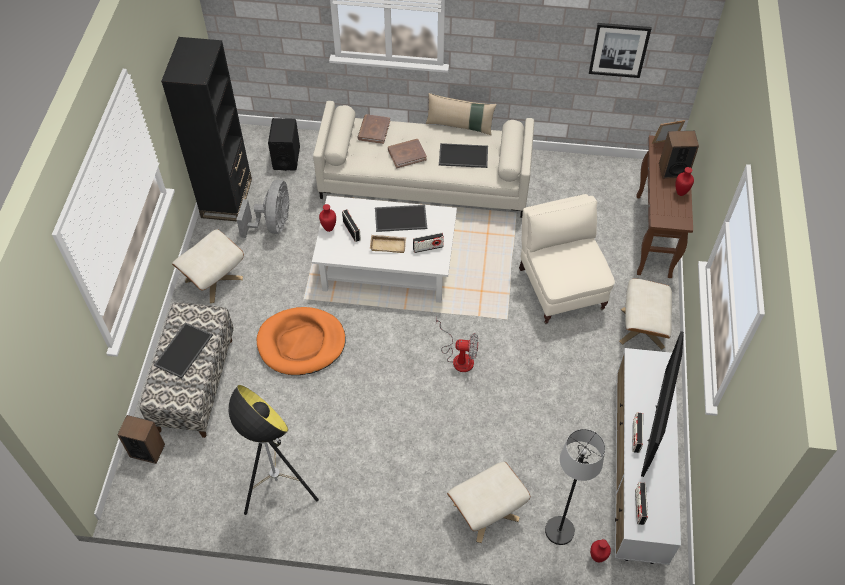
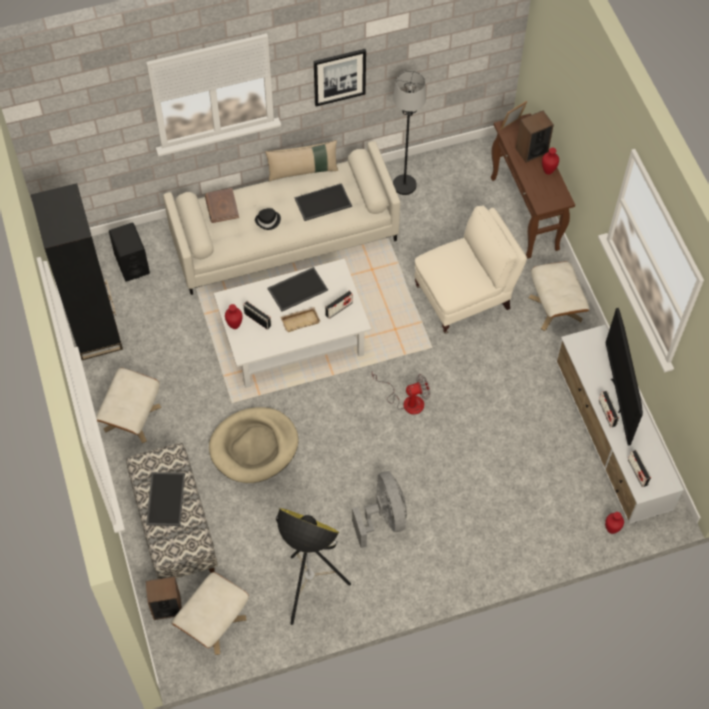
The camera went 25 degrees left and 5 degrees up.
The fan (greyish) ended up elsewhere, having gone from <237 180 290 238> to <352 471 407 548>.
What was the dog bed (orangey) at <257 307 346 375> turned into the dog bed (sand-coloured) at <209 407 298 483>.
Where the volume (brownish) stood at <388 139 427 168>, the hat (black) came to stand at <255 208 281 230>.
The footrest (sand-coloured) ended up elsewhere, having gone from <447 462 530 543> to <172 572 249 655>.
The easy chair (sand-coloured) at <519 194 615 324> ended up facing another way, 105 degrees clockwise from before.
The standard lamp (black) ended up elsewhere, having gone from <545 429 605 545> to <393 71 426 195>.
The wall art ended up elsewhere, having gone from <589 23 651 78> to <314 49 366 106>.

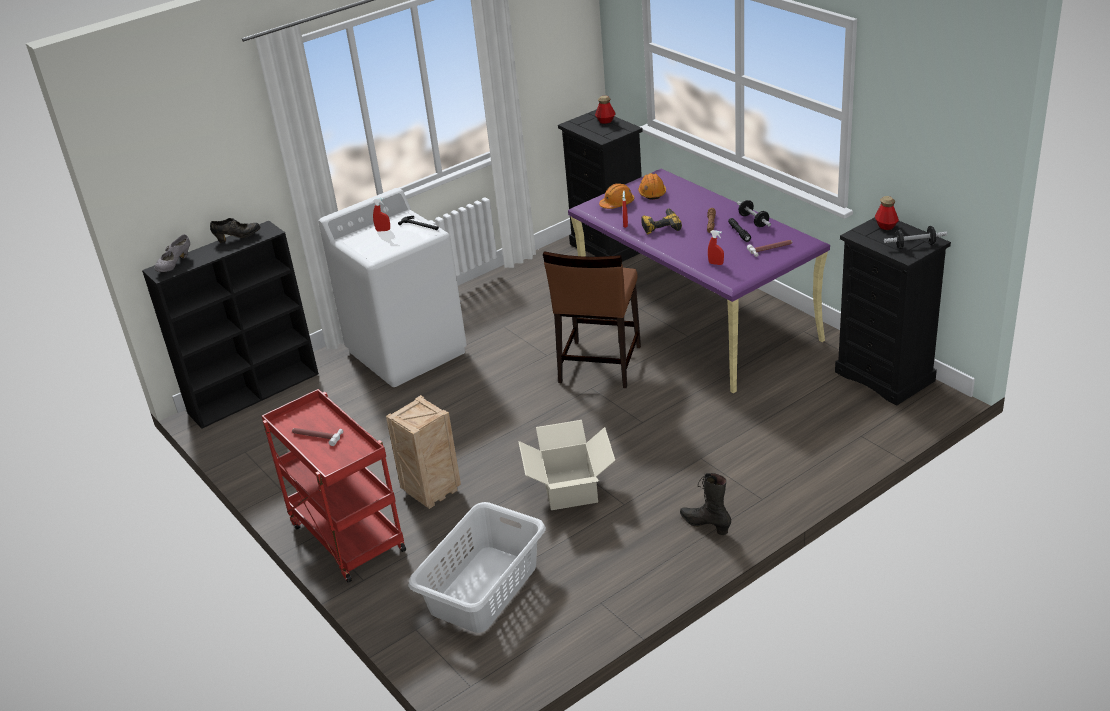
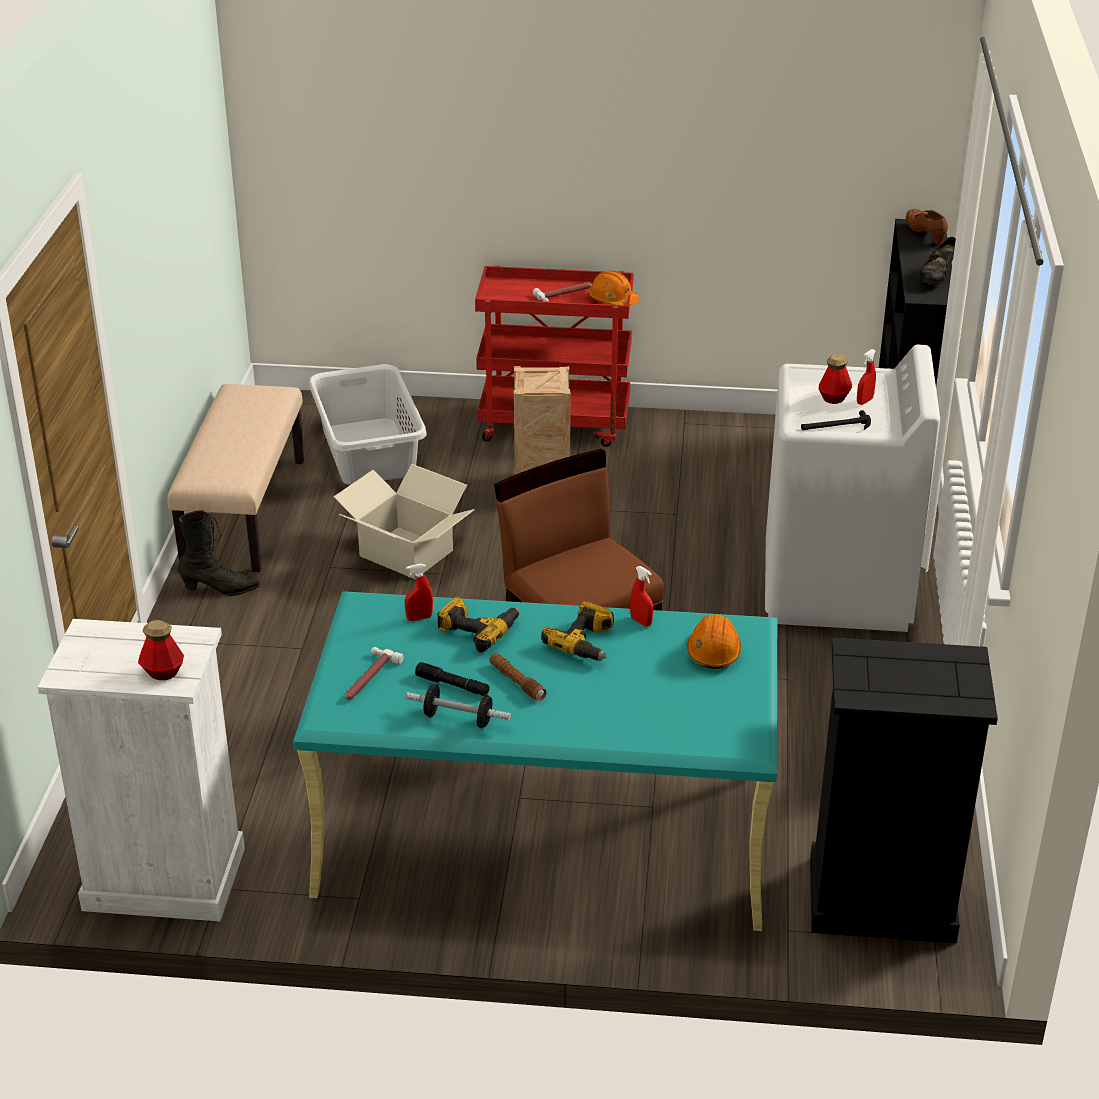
The camera went 130 degrees right and 0 degrees up.
What was the item of footwear (greyish) at <154 234 190 272> turned into the item of footwear (brownish) at <906 209 948 245>.
What was the desk table (purple-coloured) at <568 169 830 393> turned into the desk table (turquoise-coloured) at <293 592 777 931>.
The drink bottle ended up elsewhere, having gone from <595 96 616 124> to <819 354 852 404>.
The hard hat (orangey) ended up elsewhere, having gone from <638 173 666 200> to <588 270 639 306>.
What was the chest of drawers (black) at <835 217 951 406> turned into the chest of drawers (white) at <37 619 245 921>.
The second view lost the hand weight at <884 226 947 249>.
The second view gained the long seat (sand-coloured) at <167 384 304 572>.
The second view gained the electric drill at <437 597 520 652>.

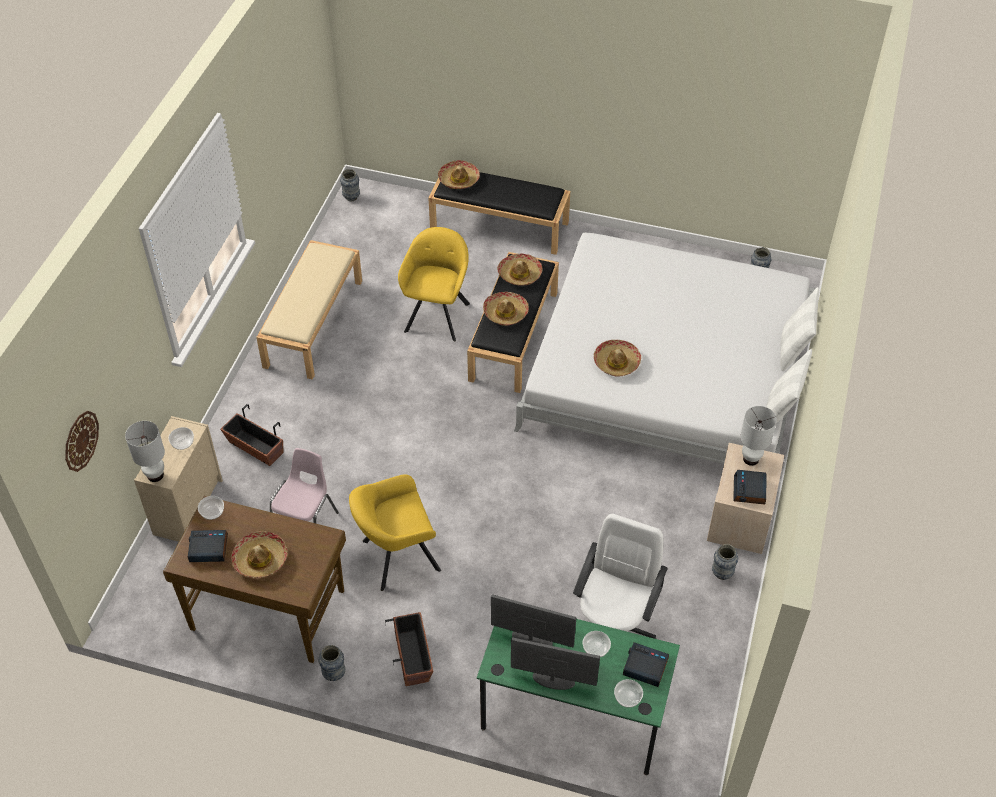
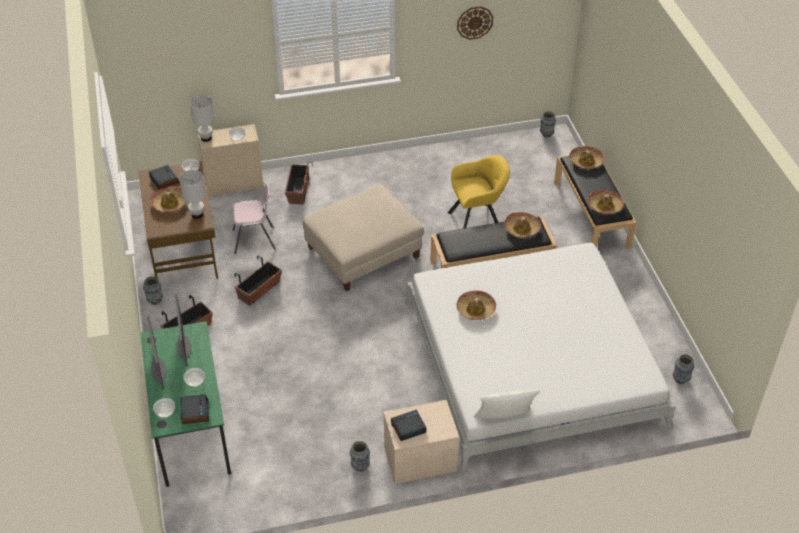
The camera went 60 degrees right and 5 degrees down.
The clock on the wall ended up elsewhere, having gone from <65 411 99 472> to <457 6 493 40>.
The second view lost the long seat (sand-coloured) at <256 240 362 380>.
Where the easy chair (yellow) stood at <349 474 441 591>, the planter came to stand at <234 255 282 305>.
The hat ended up elsewhere, having gone from <483 292 529 326> to <588 189 624 214>.
The second view lost the desk chair (white) at <573 514 668 639>.
The tabletop lamp (white) ended up elsewhere, having gone from <740 406 777 466> to <179 170 206 219>.
The second view lost the pillow (white) at <780 287 819 371>.
The second view gained the footrest (sand-coloured) at <303 185 424 291>.

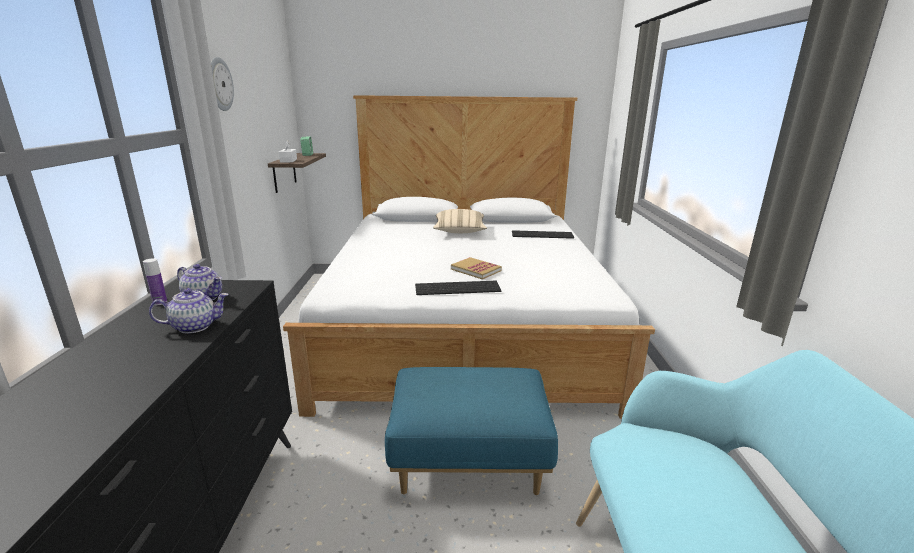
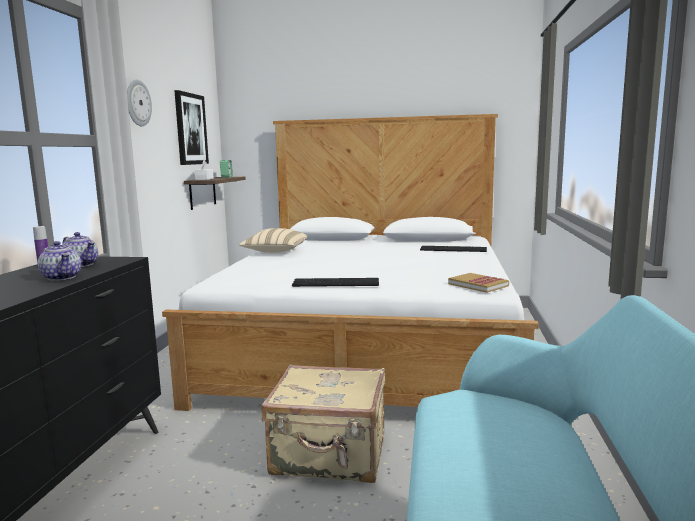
The camera went 10 degrees right and 10 degrees down.
The pot for tea at <149 288 228 333> ended up facing another way, 60 degrees clockwise from before.
Where the footrest (bluish) stood at <385 367 558 495>, the travel case (sand-coloured) came to stand at <262 364 385 483>.
The pillow (sand-coloured) ended up elsewhere, having gone from <433 209 487 233> to <239 228 308 253>.
The volume ended up elsewhere, having gone from <451 257 502 279> to <448 273 509 293>.
The second view gained the wall art at <174 90 209 165>.

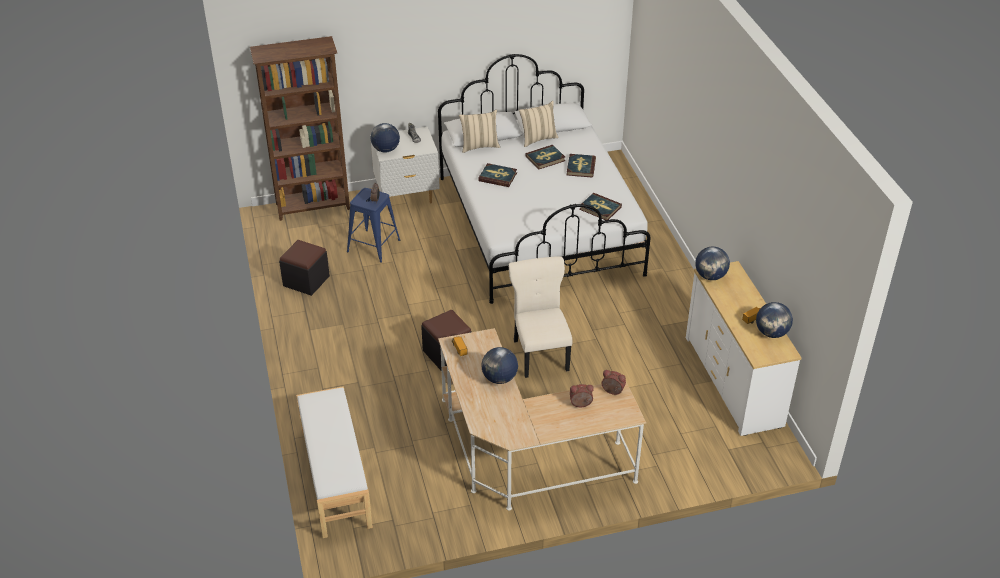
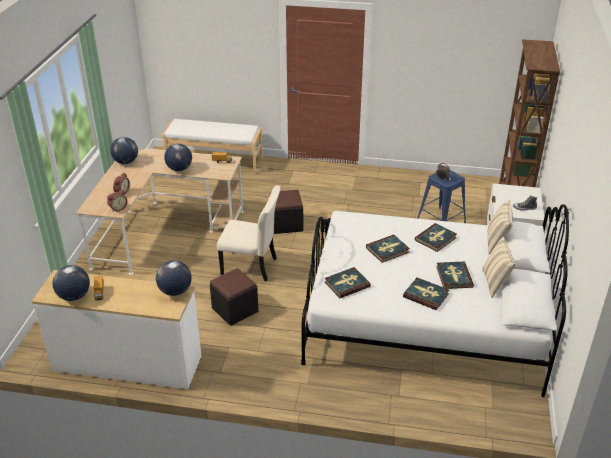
The camera went 115 degrees right and 5 degrees down.
The footrest (black) ended up elsewhere, having gone from <279 240 330 296> to <210 268 258 326>.
The globe ended up elsewhere, having gone from <371 123 400 153> to <110 137 138 164>.
The second view gained the volume at <366 235 410 263>.

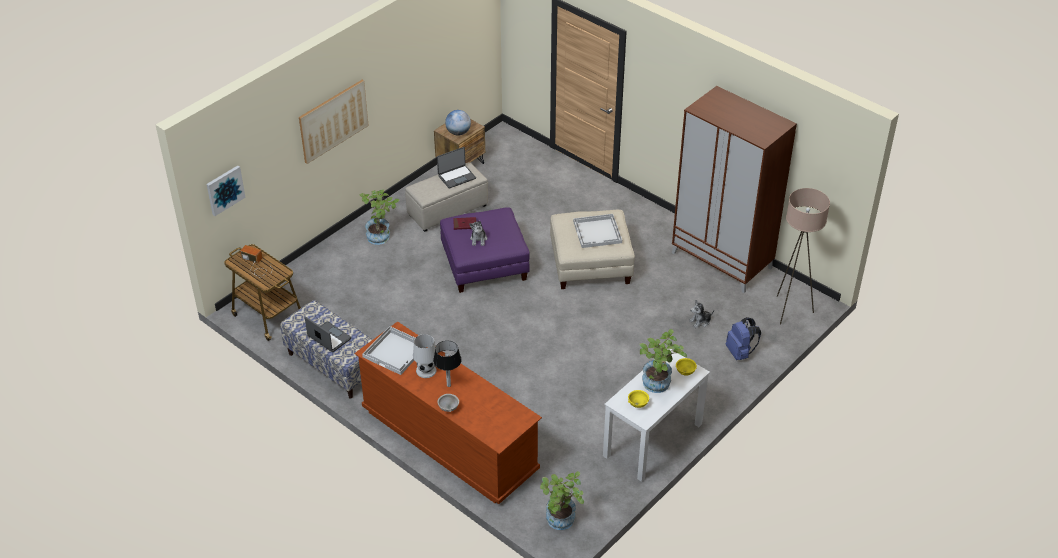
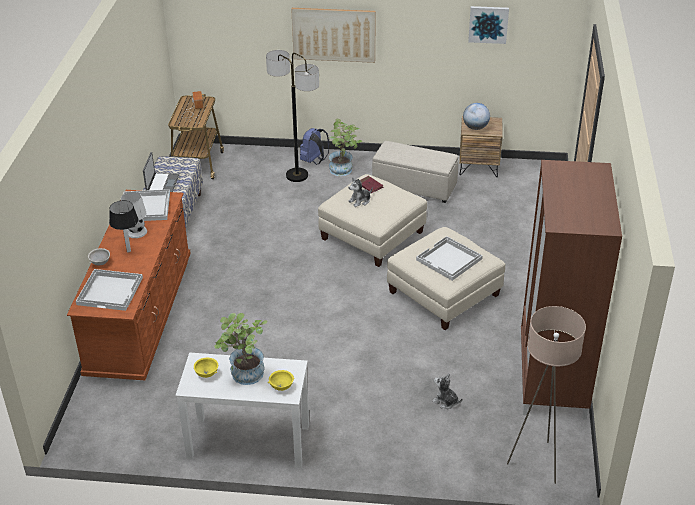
The camera went 55 degrees right and 5 degrees down.
The wall art ended up elsewhere, having gone from <207 166 246 216> to <468 6 509 44>.
The second view lost the notebook computer at <437 147 476 189>.
What was the footrest (purple-coloured) at <440 207 530 293> turned into the footrest (sand-coloured) at <318 174 427 267>.
The second view lost the plant in a pot at <540 471 584 530>.
The knapsack (bluish) ended up elsewhere, having gone from <726 317 761 360> to <300 128 329 165>.
The second view gained the tray (white) at <76 269 143 311>.
The second view gained the standard lamp at <266 50 319 182>.

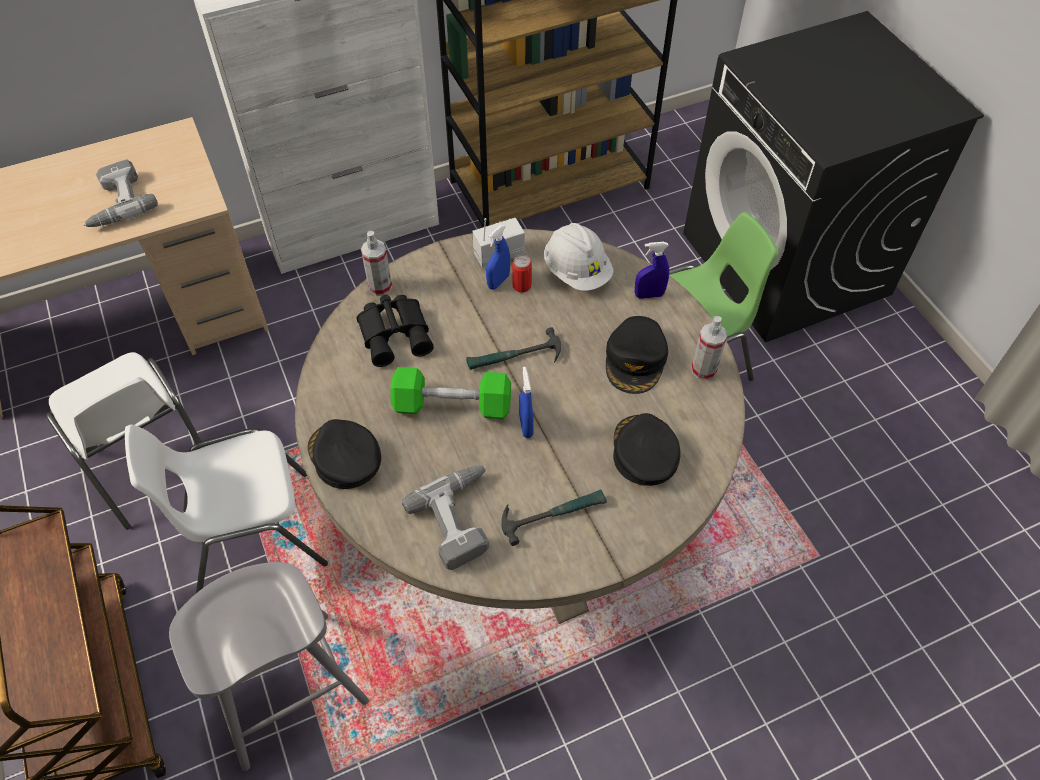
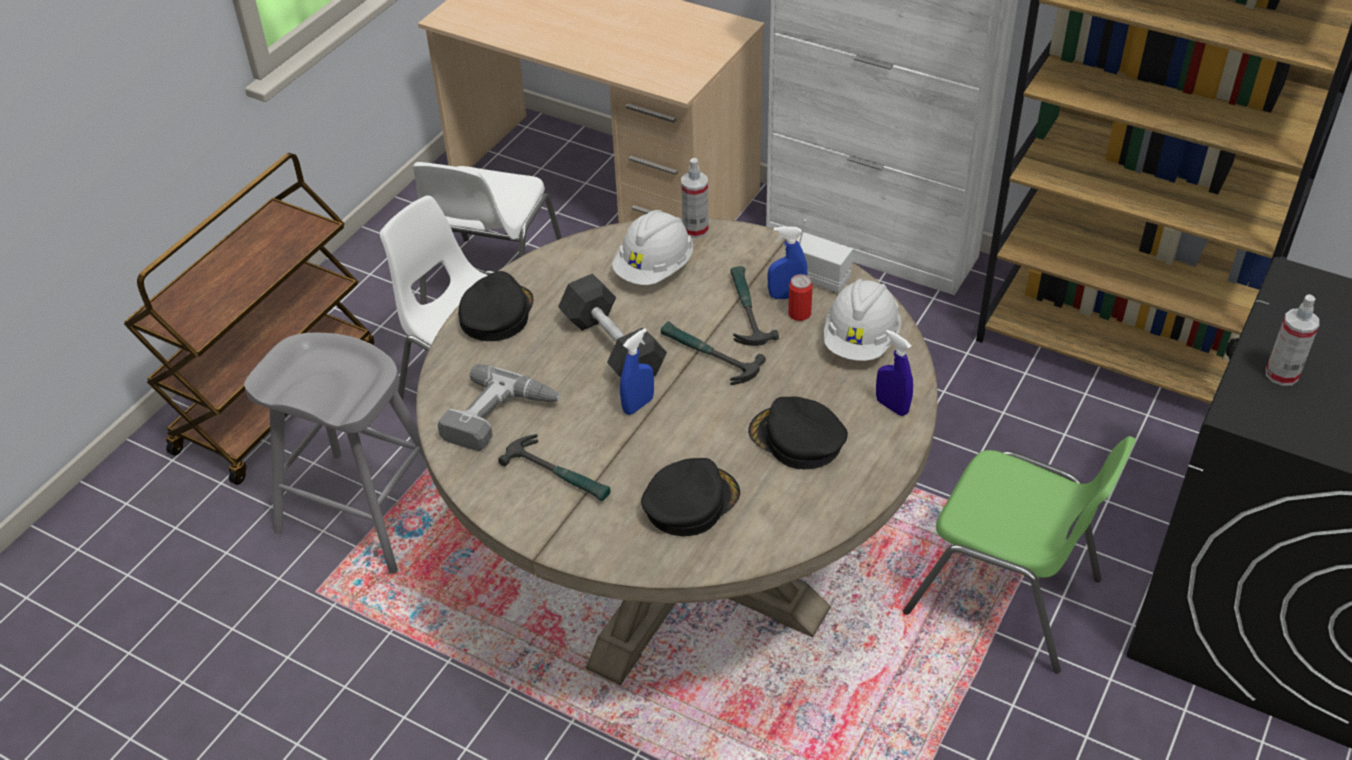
The camera went 55 degrees right and 10 degrees down.
The second view lost the electric drill at <84 159 158 227>.
Where the pair of binoculars (black) stood at <357 295 434 367>, the hard hat (white) came to stand at <612 210 693 285>.
What was the hand weight (green) at <390 367 511 419> turned into the hand weight (black) at <558 273 667 377>.
The peaked cap (black) at <606 316 668 394> ended up facing another way, 60 degrees clockwise from before.
The hand sprayer ended up elsewhere, having gone from <691 316 727 380> to <1266 294 1319 386>.
The second view gained the hand hammer at <730 266 779 346>.

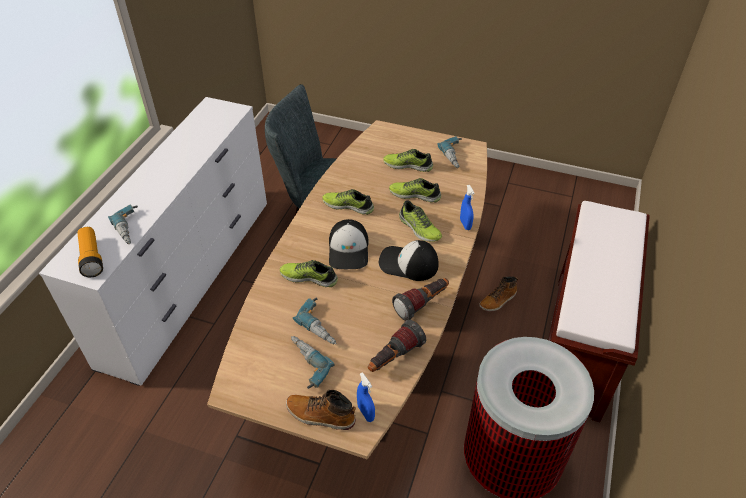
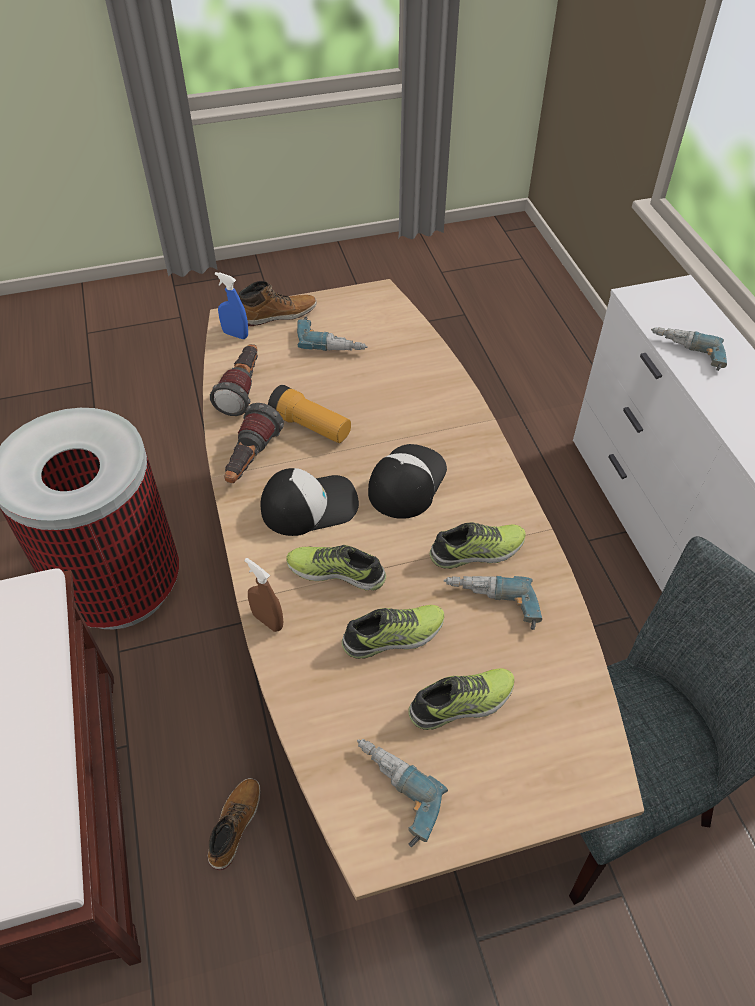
The camera went 145 degrees right and 5 degrees up.
The torch ended up elsewhere, having gone from <78 227 103 277> to <268 385 351 443>.
The second view lost the item of footwear at <280 260 338 287>.
The electric drill ended up elsewhere, having gone from <293 297 337 345> to <444 576 542 630>.
The peaked cap at <329 219 369 269> ended up facing another way, 60 degrees clockwise from before.
What was the hand sprayer (bluish) at <460 185 475 230> turned into the hand sprayer (brownish) at <244 558 283 632>.

